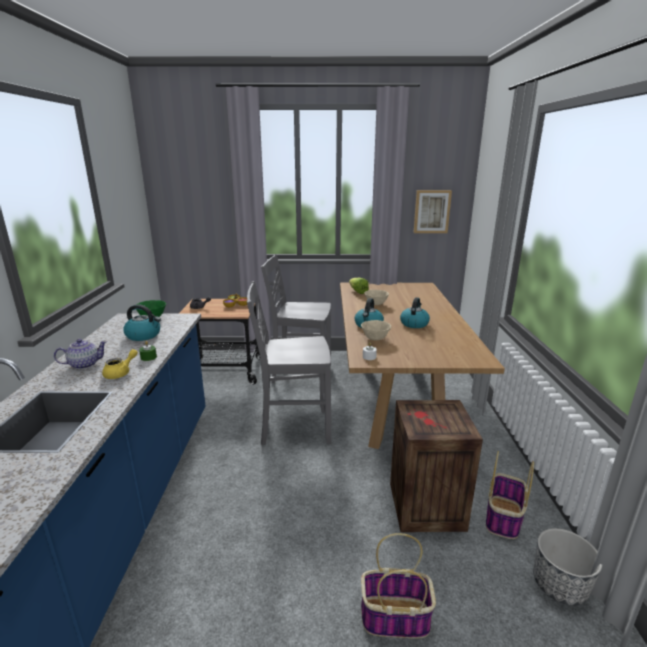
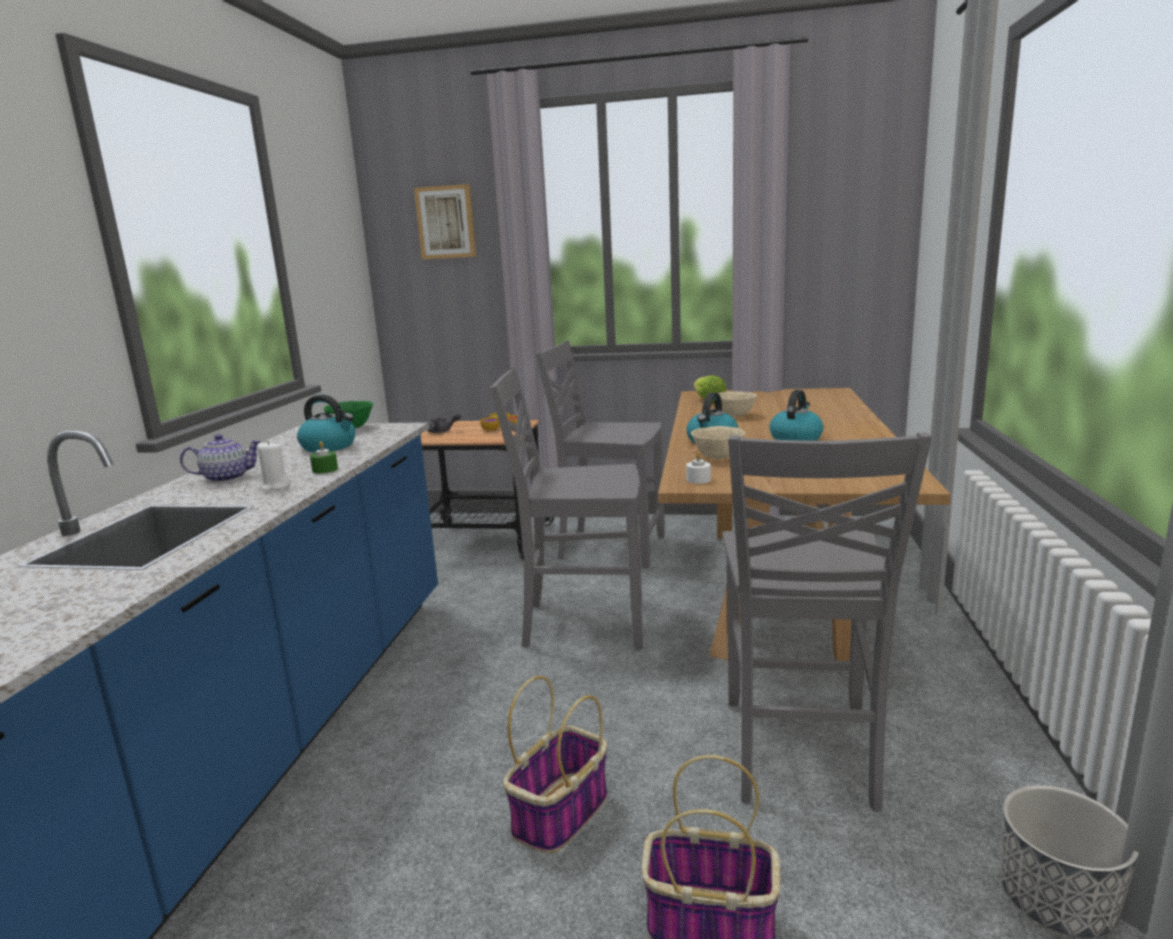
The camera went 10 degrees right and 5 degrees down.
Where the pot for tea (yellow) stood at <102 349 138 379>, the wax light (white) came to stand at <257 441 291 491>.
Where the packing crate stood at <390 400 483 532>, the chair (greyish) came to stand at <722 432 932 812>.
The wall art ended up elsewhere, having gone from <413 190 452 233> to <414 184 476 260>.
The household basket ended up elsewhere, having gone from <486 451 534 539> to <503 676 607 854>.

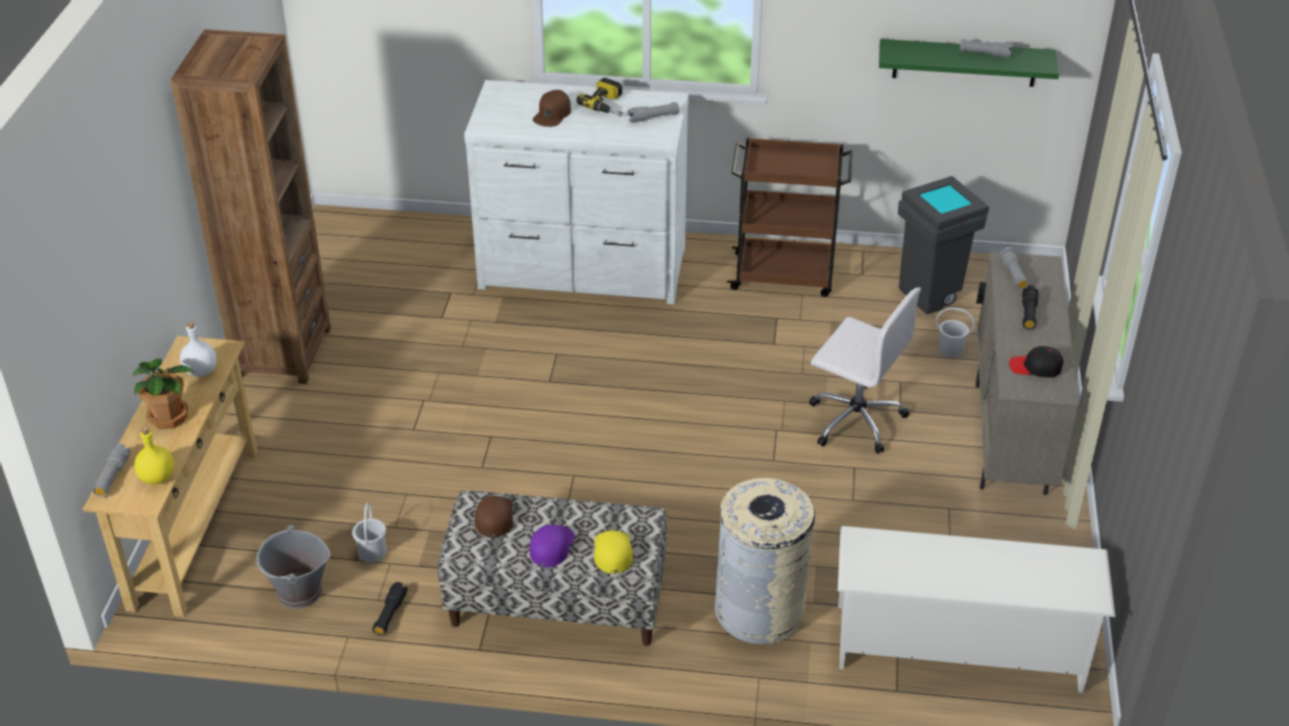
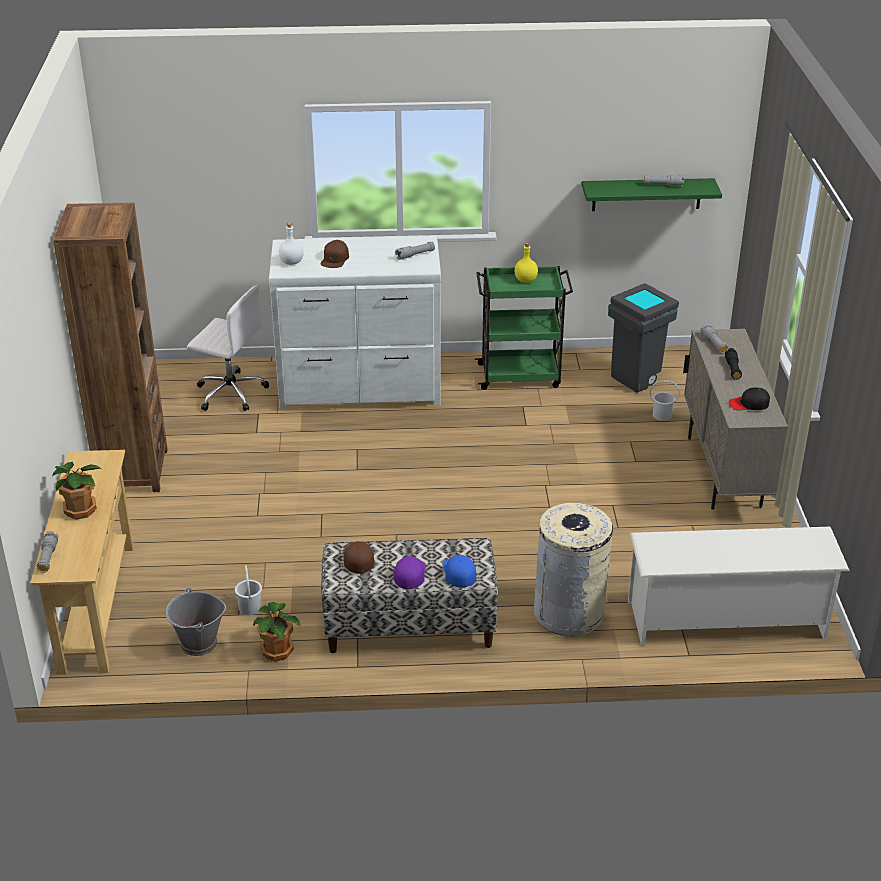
The camera went 10 degrees left and 5 degrees down.
The drink bottle (yellow) ended up elsewhere, having gone from <134 427 174 484> to <514 243 538 283>.
The drink bottle (white) ended up elsewhere, having gone from <180 322 216 377> to <279 223 304 265>.
Where the torch (black) stood at <373 582 408 635>, the plant in a pot came to stand at <253 602 301 661>.
The second view lost the electric drill at <576 78 622 117>.
What was the peaked cap (yellow) at <594 530 633 574> turned into the peaked cap (bluish) at <442 555 476 588>.
What was the trolley (brownish) at <727 137 853 297> turned into the trolley (green) at <475 266 573 390>.
The desk chair (white) ended up elsewhere, having gone from <809 287 921 454> to <187 285 269 411>.

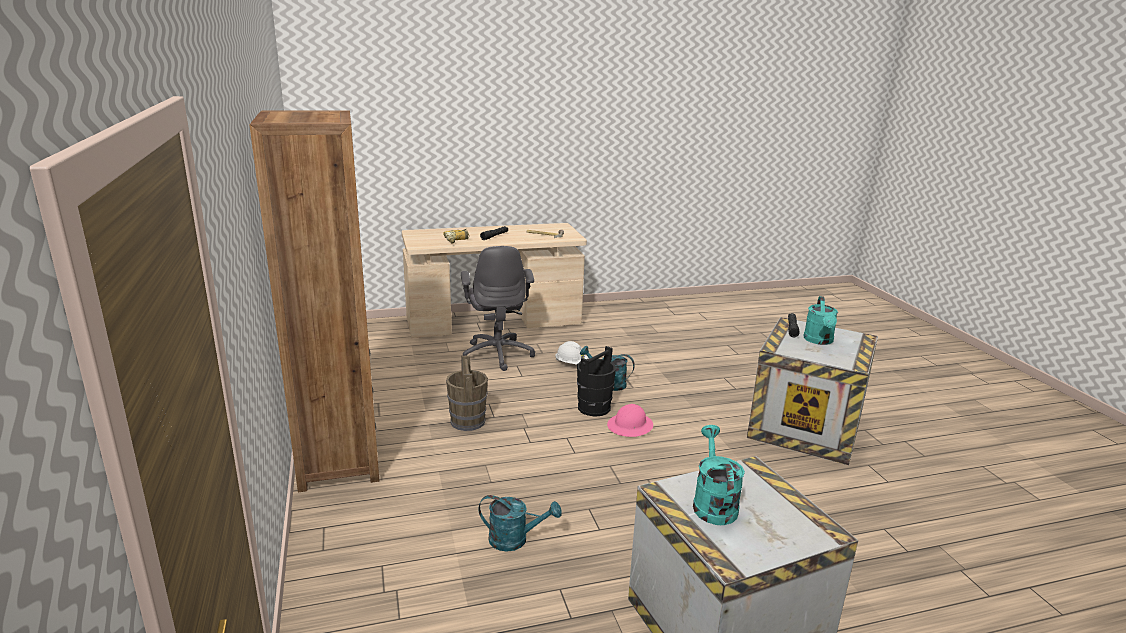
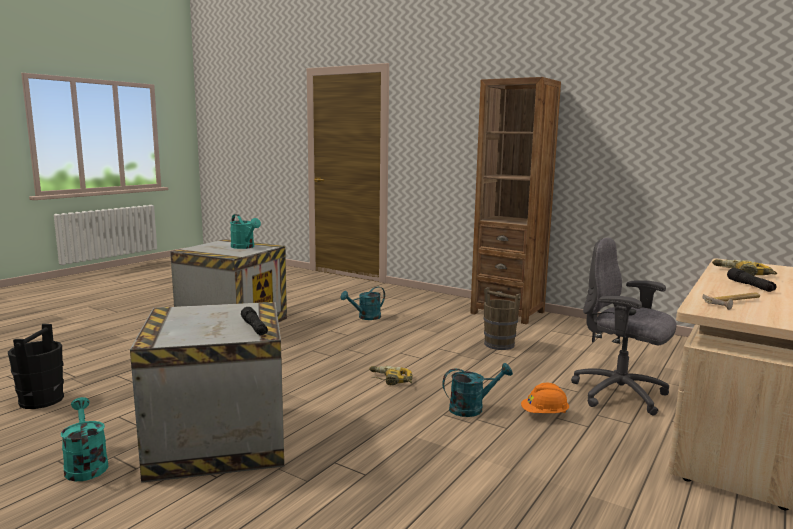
The camera went 140 degrees right and 10 degrees down.
What was the hard hat (white) at <555 341 589 365> turned into the hard hat (orangey) at <521 383 569 413>.
The bucket (black) ended up elsewhere, having gone from <577 346 616 417> to <8 324 64 409>.
Where the hard hat (pink) stood at <607 404 653 437>, the electric drill came to stand at <369 366 413 385>.
The watering can (turquoise-coloured) ended up elsewhere, having gone from <803 296 838 345> to <61 397 109 481>.

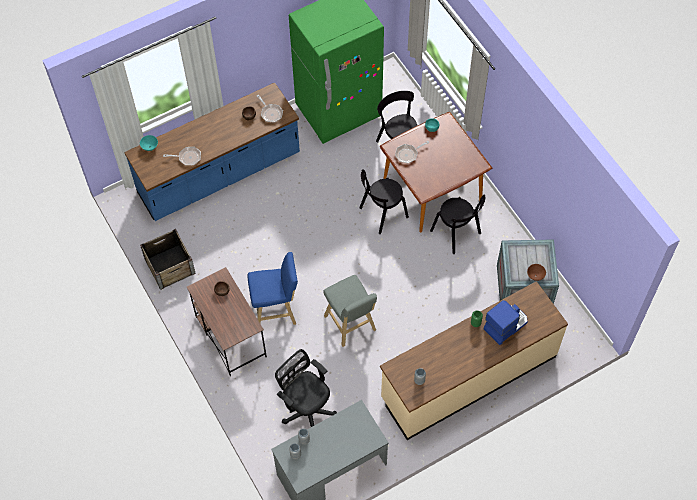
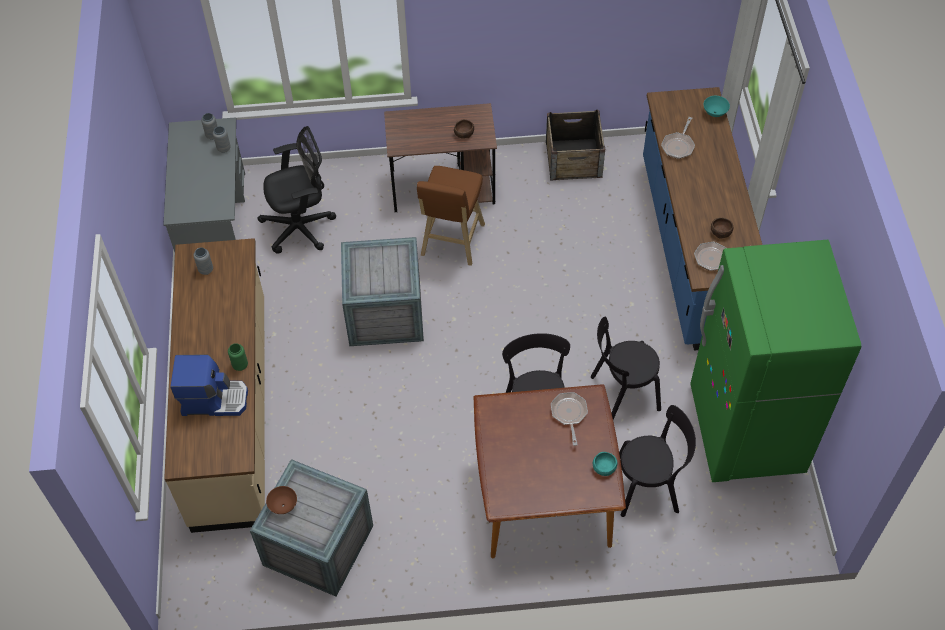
The camera went 115 degrees right and 5 degrees down.
What was the sitting stool (bluish) at <247 252 298 325> turned into the sitting stool (brownish) at <417 166 485 266>.
Where the sitting stool (greyish) stood at <323 275 377 347>, the packing crate came to stand at <341 237 424 346>.
The chair (black) ended up elsewhere, having gone from <430 195 485 254> to <591 317 661 419>.
The coffee maker at <484 300 528 345> ended up facing another way, 75 degrees counterclockwise from before.

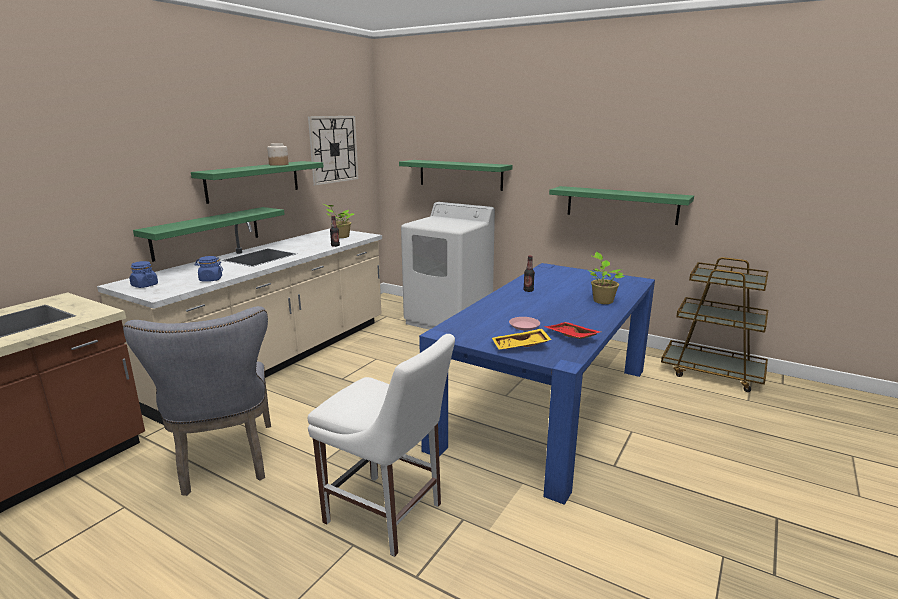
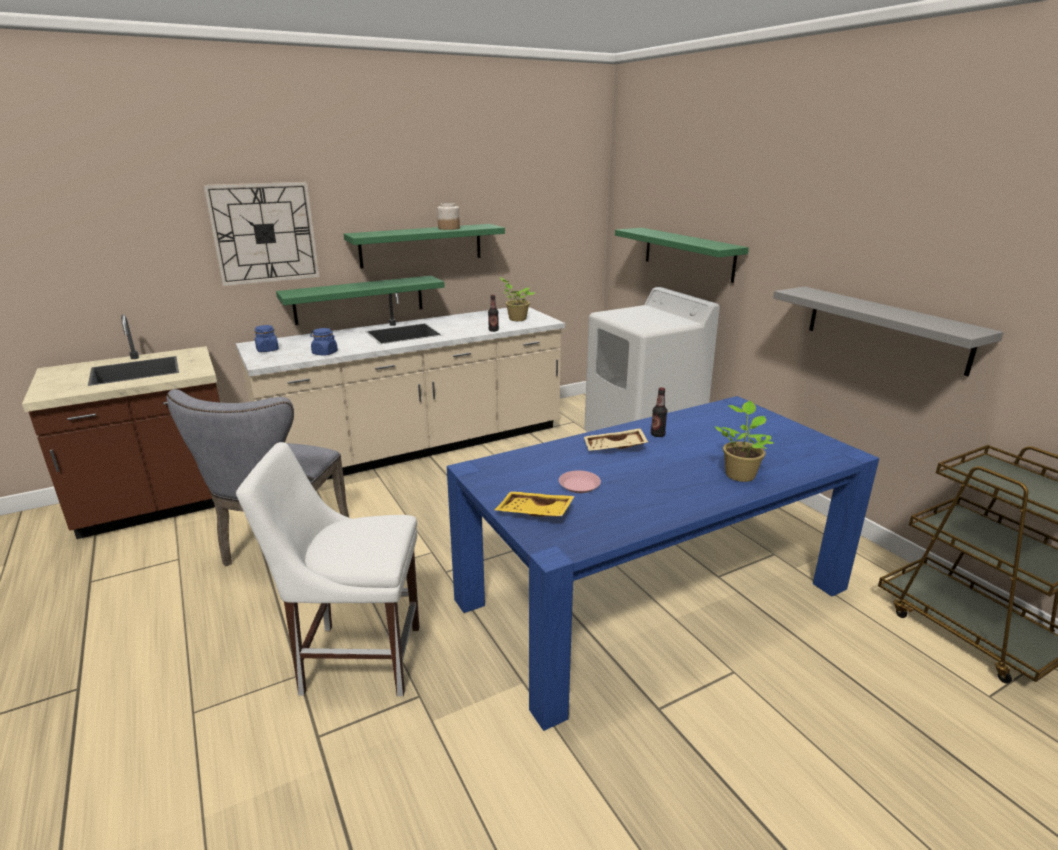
The camera went 30 degrees right and 5 degrees up.
The clock on the wall ended up elsewhere, having gone from <308 116 359 186> to <203 182 320 286>.
The chair (white) at <308 334 455 557> ended up facing another way, 120 degrees clockwise from before.
The second view lost the tray (red) at <544 322 601 339>.
What was the shelf (green) at <549 186 694 225> turned into the shelf (greyish) at <773 287 1004 376>.
The second view gained the tray (sand-coloured) at <584 428 648 451>.

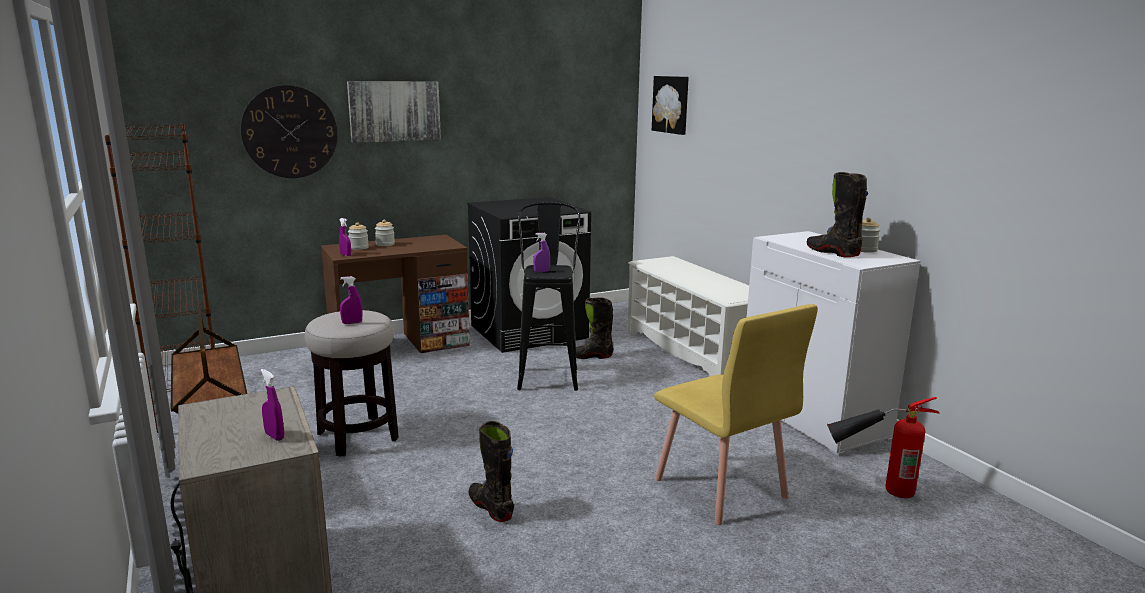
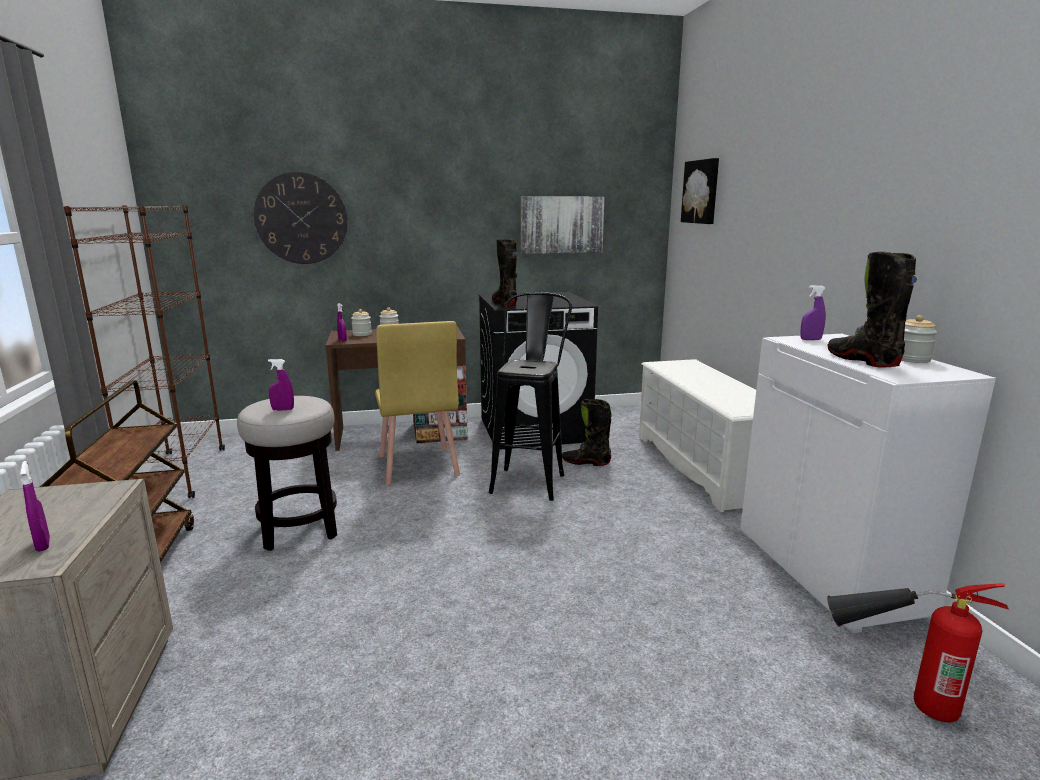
The camera went 15 degrees right and 0 degrees up.
The wall art ended up elsewhere, having gone from <347 81 441 143> to <521 197 605 254>.
The boot (black) ended up elsewhere, having gone from <468 421 514 522> to <492 239 518 306>.
The hand sprayer (purple-coloured) ended up elsewhere, having gone from <533 233 550 272> to <800 285 826 340>.
The chair (yellow) ended up elsewhere, having gone from <654 304 818 525> to <375 321 460 485>.

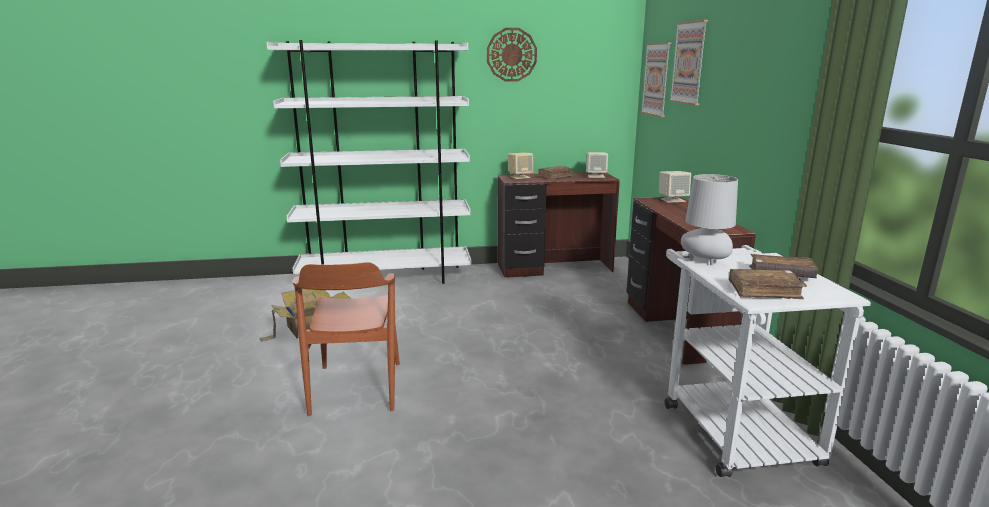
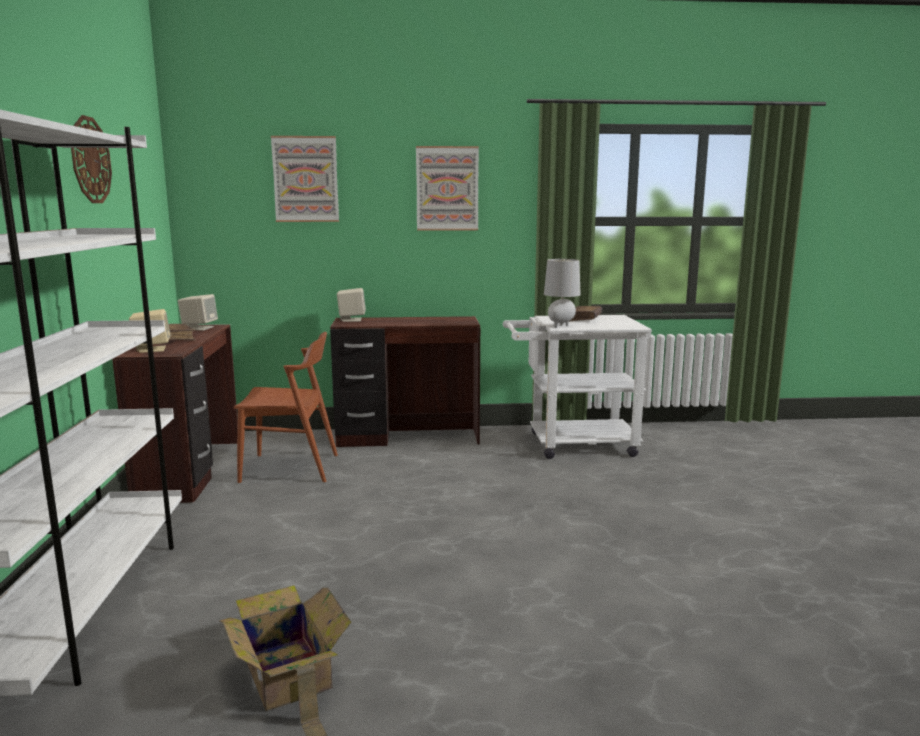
The camera went 85 degrees left and 5 degrees down.
The chair (brownish) ended up elsewhere, having gone from <292 262 400 416> to <234 332 338 483>.
The wall art ended up elsewhere, having gone from <641 43 671 117> to <416 146 479 231>.
The second view lost the volume (brownish) at <729 269 807 299>.

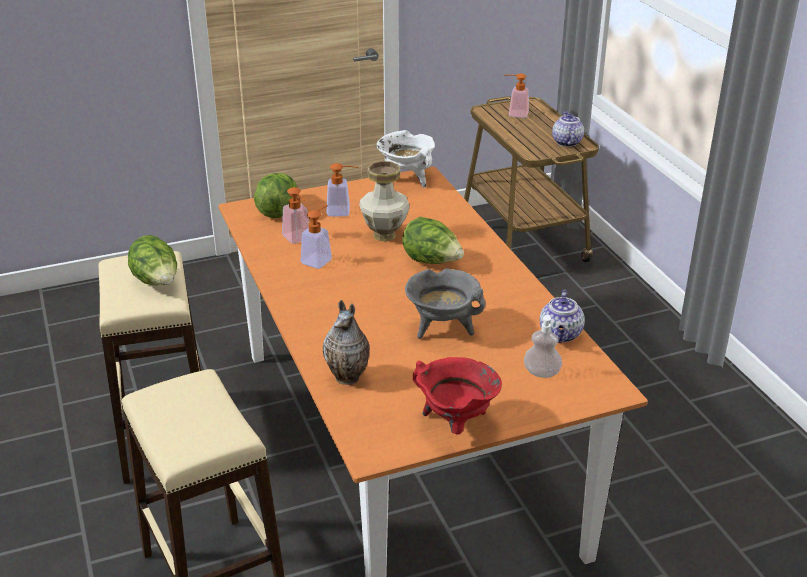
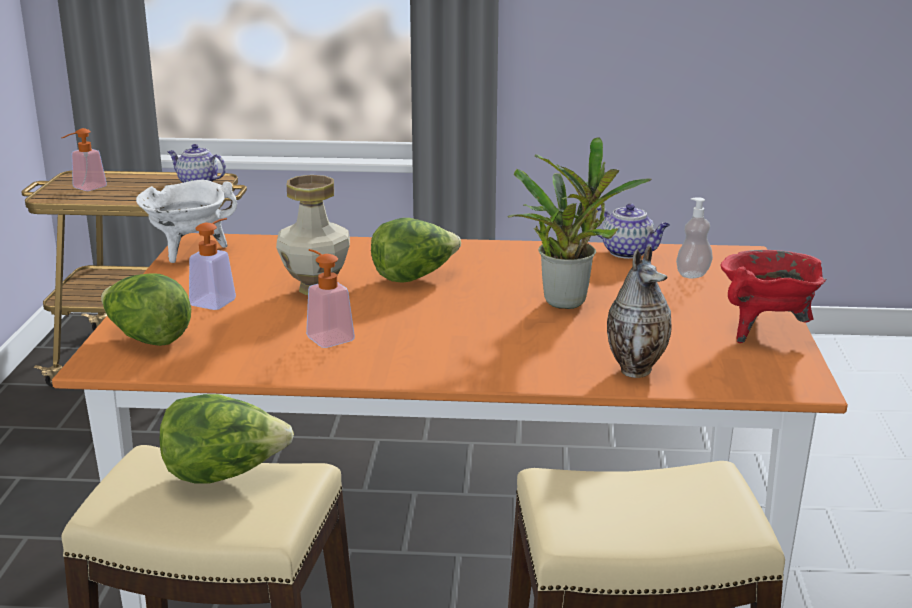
The camera went 65 degrees left and 10 degrees down.
The second view lost the liquid soap bottle at <282 187 309 244>.
Where the cooking pot (greyish) stood at <405 268 486 339>, the plant in a pot came to stand at <508 137 651 309>.

